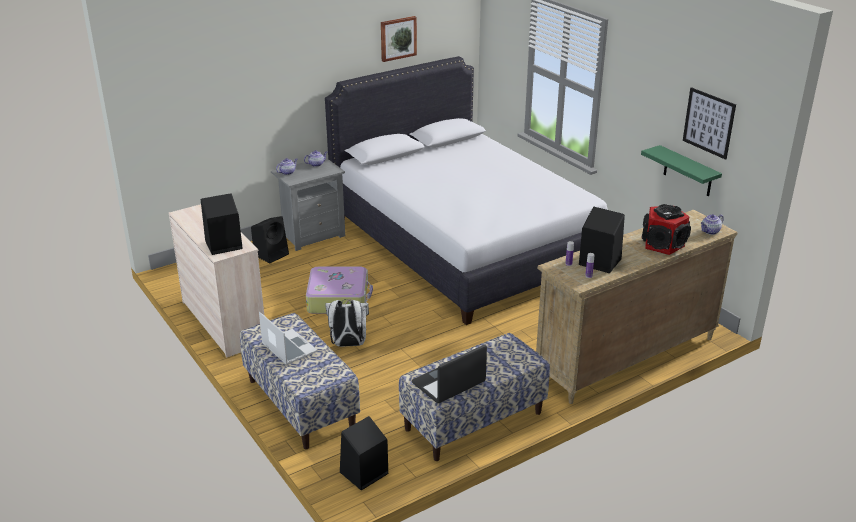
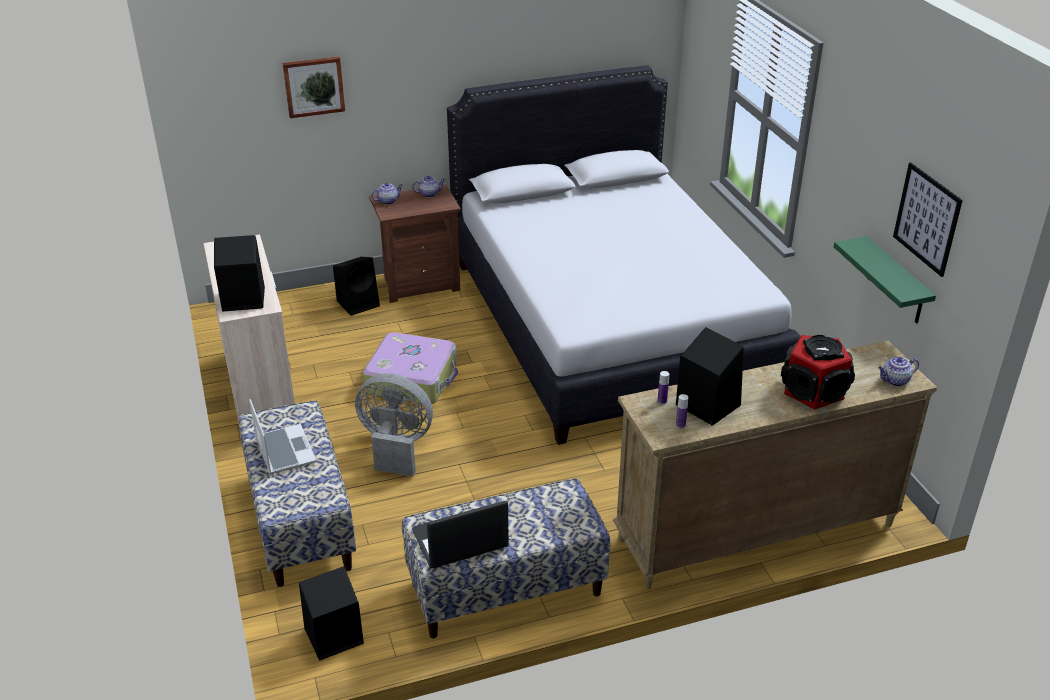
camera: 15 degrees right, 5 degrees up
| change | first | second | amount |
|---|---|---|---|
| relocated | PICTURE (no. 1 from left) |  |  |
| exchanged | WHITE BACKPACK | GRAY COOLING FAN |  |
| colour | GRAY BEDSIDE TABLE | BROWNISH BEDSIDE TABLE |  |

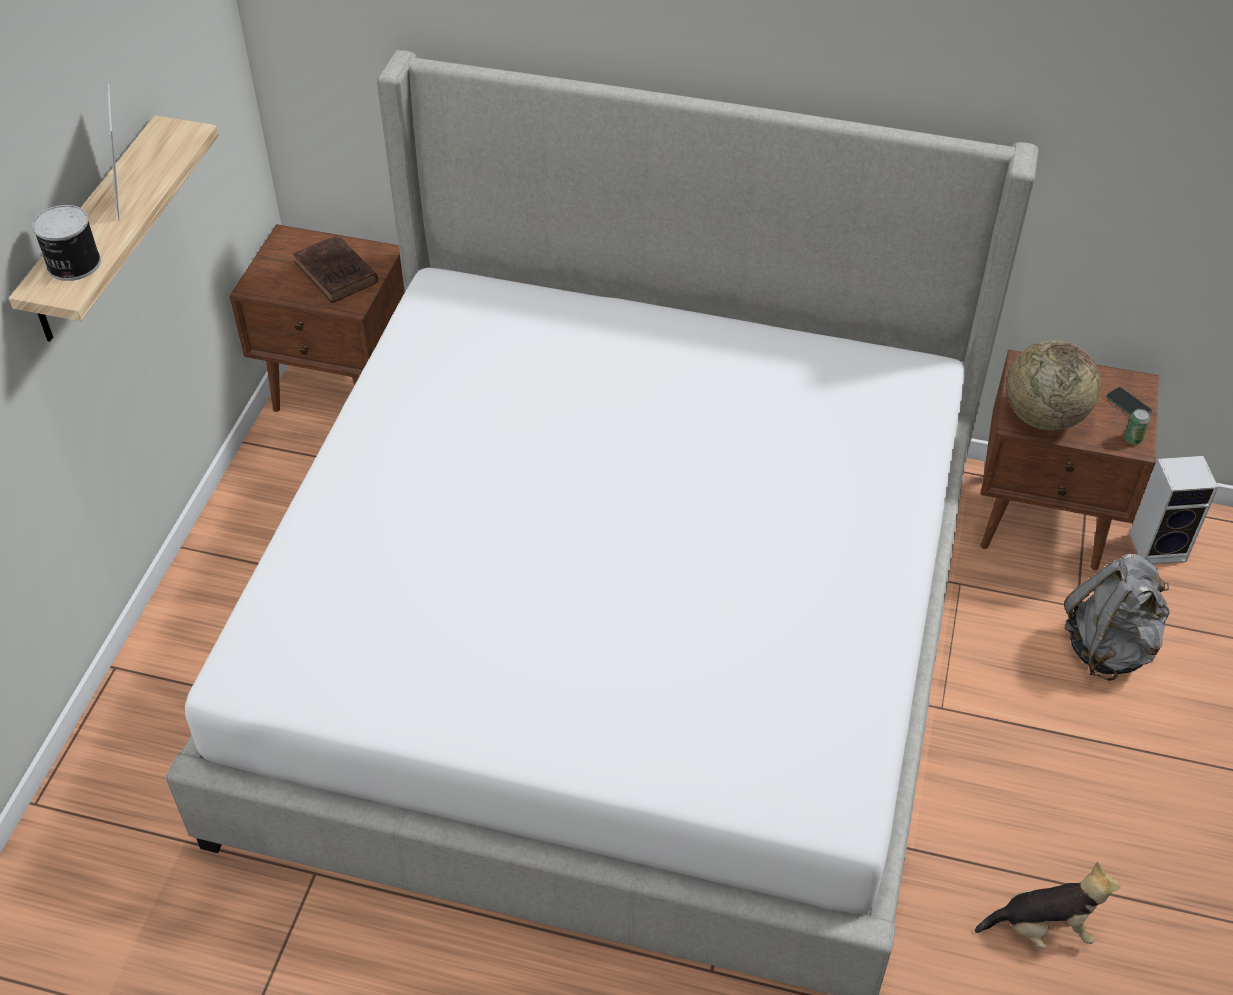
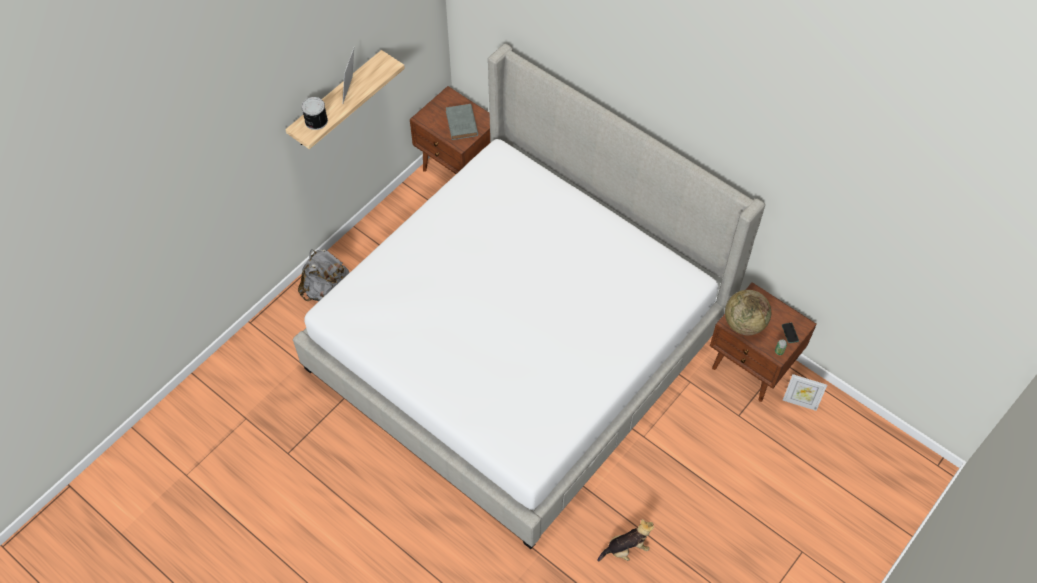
camera: 25 degrees right, 10 degrees up
| change | first | second | amount |
|---|---|---|---|
| relocated | GRAY BACKPACK |  |  |
| exchanged | LOUDSPEAKER | STANDING FRAME (no. 2 from left) |  |
| colour | BROWNISH BOOK | GRAY BOOK |  |
| spun | SOFT TOY |  | 45 degrees counterclockwise |

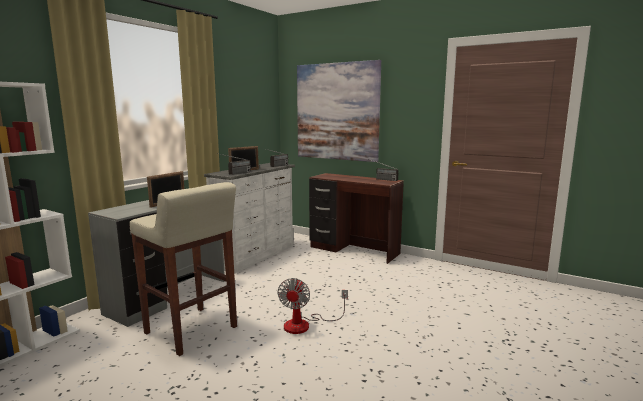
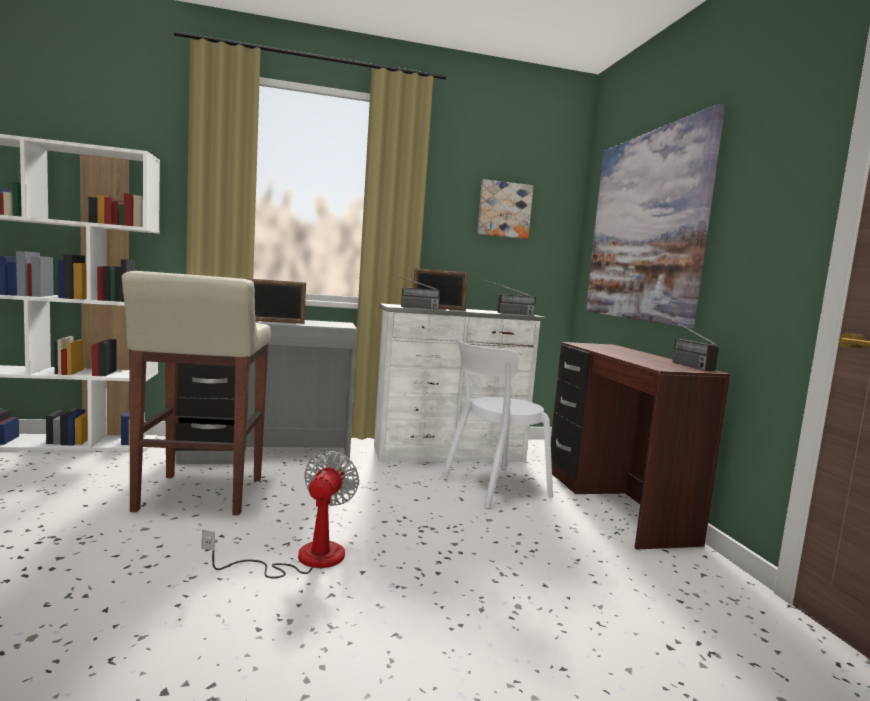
camera: 45 degrees right, 5 degrees down
| change | first | second | amount |
|---|---|---|---|
| appeared |  | WHITE PLAIN CHAIR |  |
| appeared |  | PICTURE (no. 1 from left) |  |
| spun | COOLING FAN |  | 135 degrees clockwise |

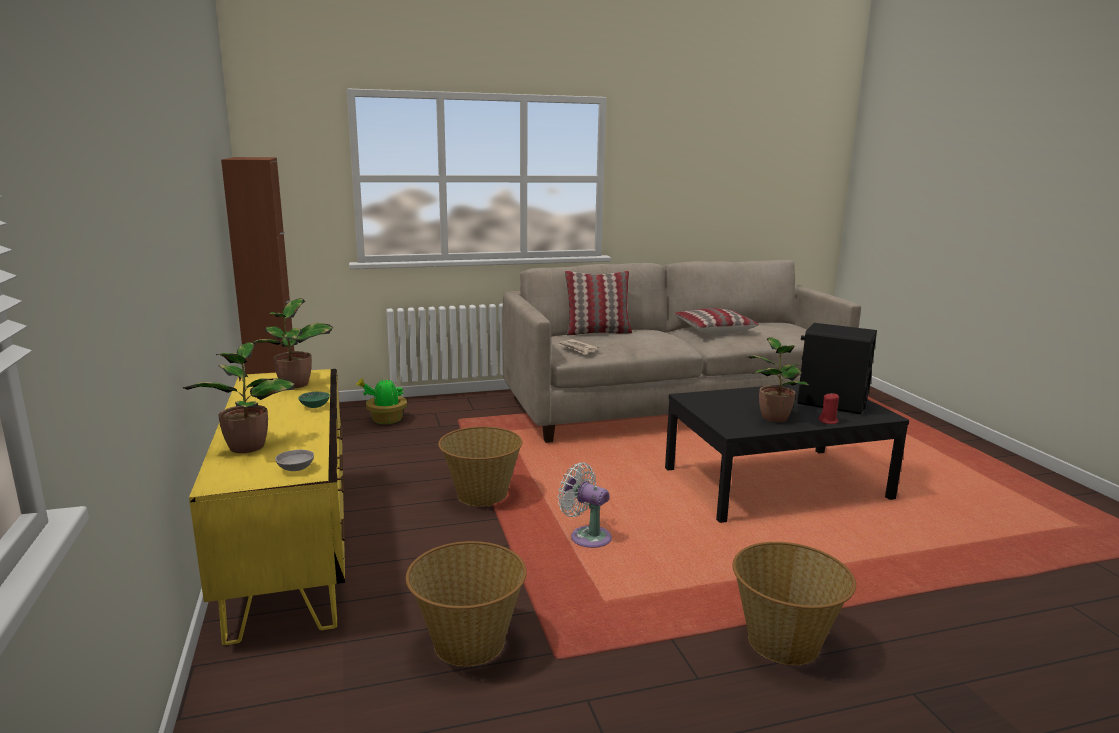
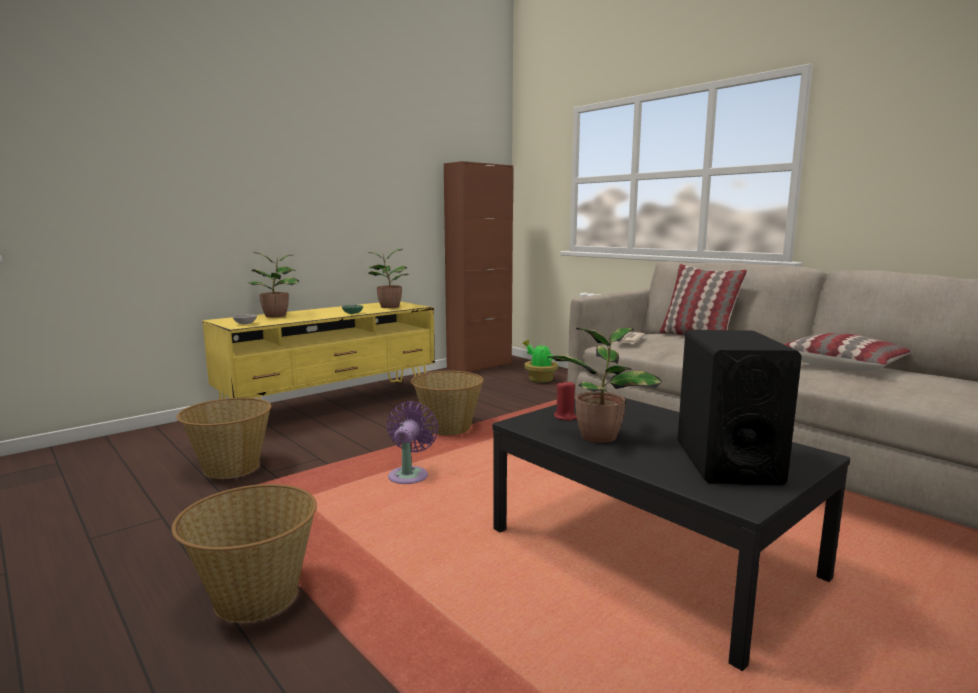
camera: 65 degrees right, 5 degrees down
| change | first | second | amount |
|---|---|---|---|
| relocated | RED-COLOURED WAX LIGHT |  |  |
| colour | WHITE COOLING FAN | PURPLISH COOLING FAN |  |

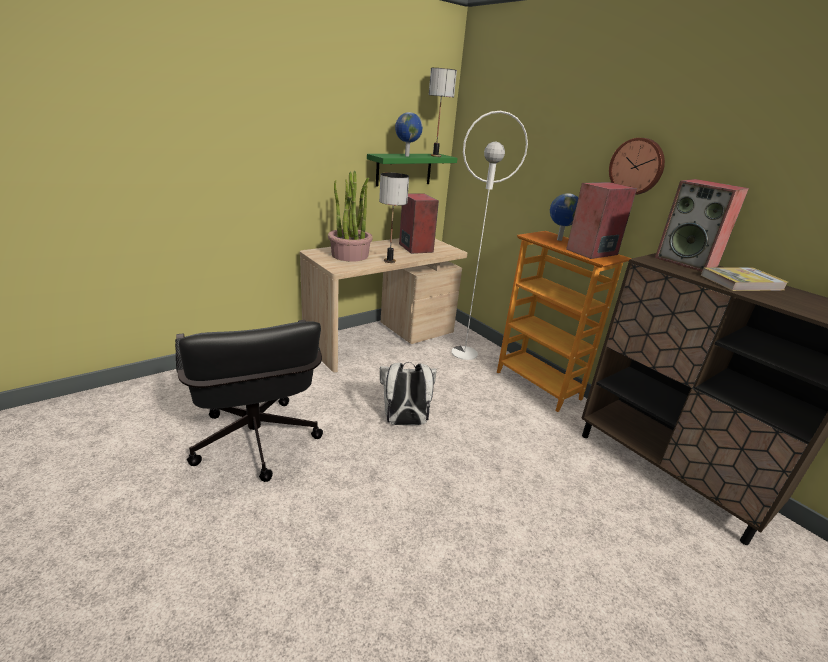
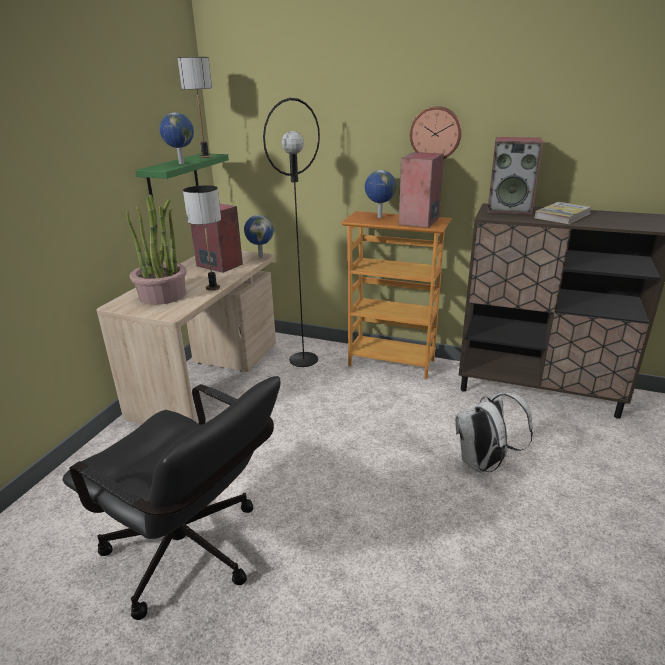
camera: 30 degrees left, 0 degrees up
| change | first | second | amount |
|---|---|---|---|
| appeared |  | GLOBE (no. 2 from left) |  |
| relocated | WHITE BACKPACK |  |  |
| colour | WHITE FLOOR LAMP | BLACK FLOOR LAMP |  |

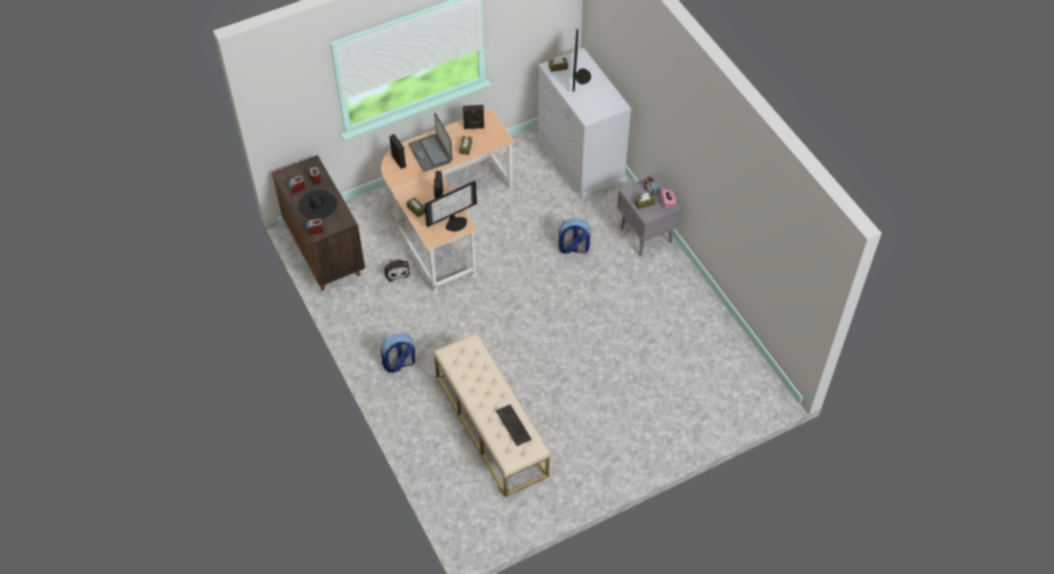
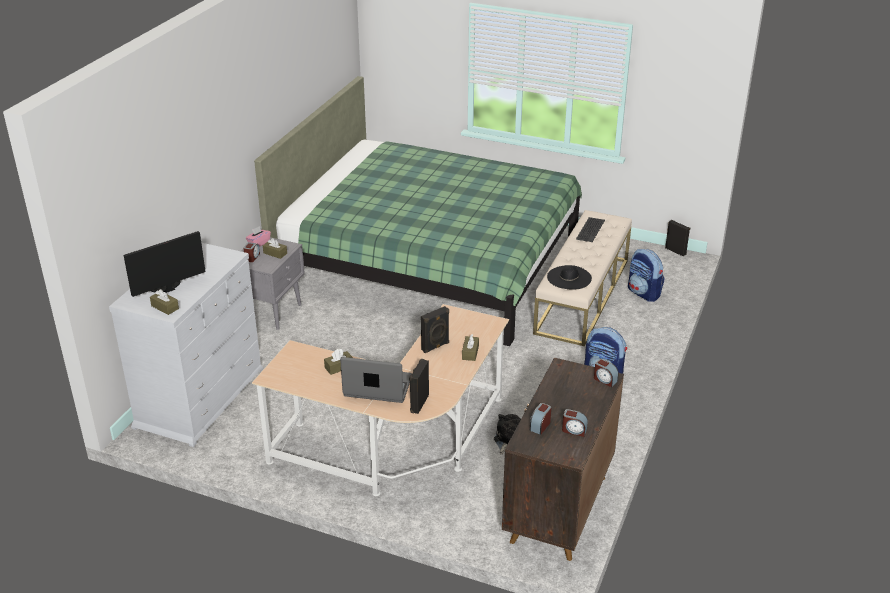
camera: 130 degrees left, 20 degrees down
| change | first | second | amount |
|---|---|---|---|
| missing | MONITOR (no. 1 from left) |  |  |
| appeared |  | GREEN-COLOURED BED |  |
| relocated | BLACK WEARABLE HAT |  |  |
| relocated | BLACK LOUDSPEAKER (no. 3 from left) |  |  |
| relocated | BACKPACK (no. 2 from left) |  |  |
| spun | PORTABLE COMPUTER |  | 105 degrees counterclockwise |

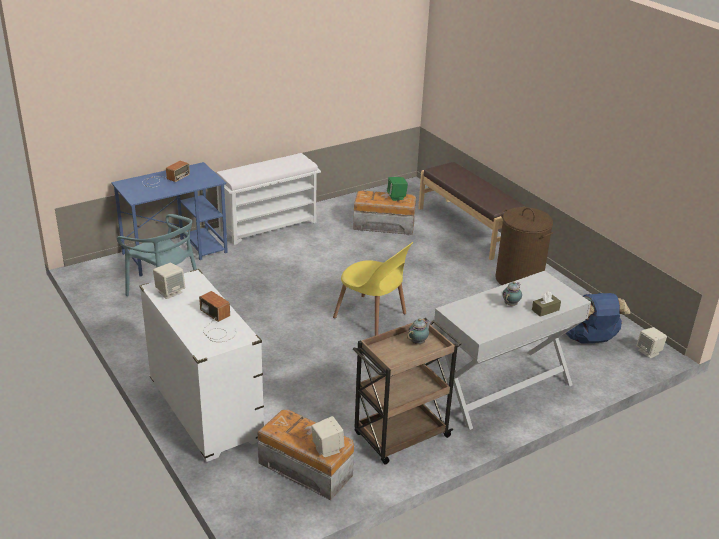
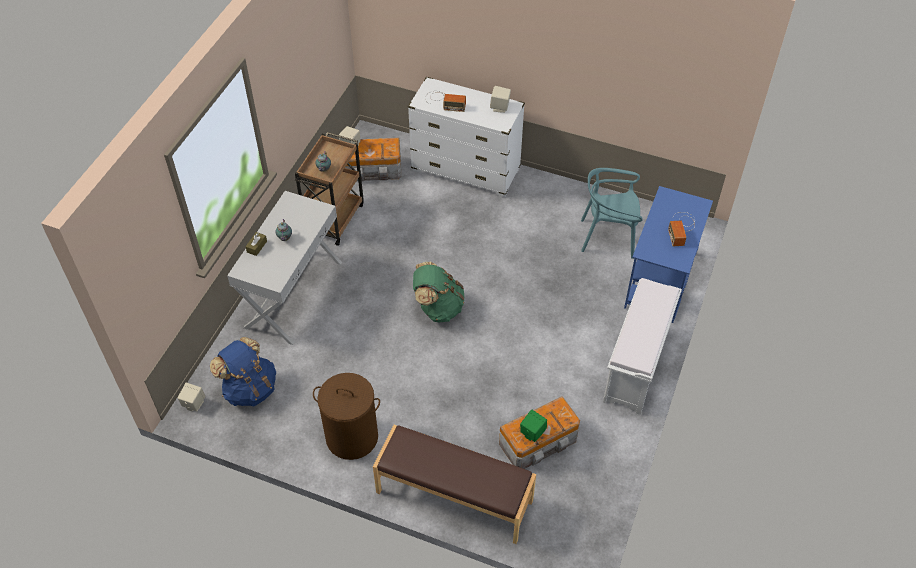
camera: 145 degrees right, 20 degrees up
| change | first | second | amount |
|---|---|---|---|
| exchanged | YELLOWISH PLAIN CHAIR | GREEN-COLOURED BACKPACK |  |

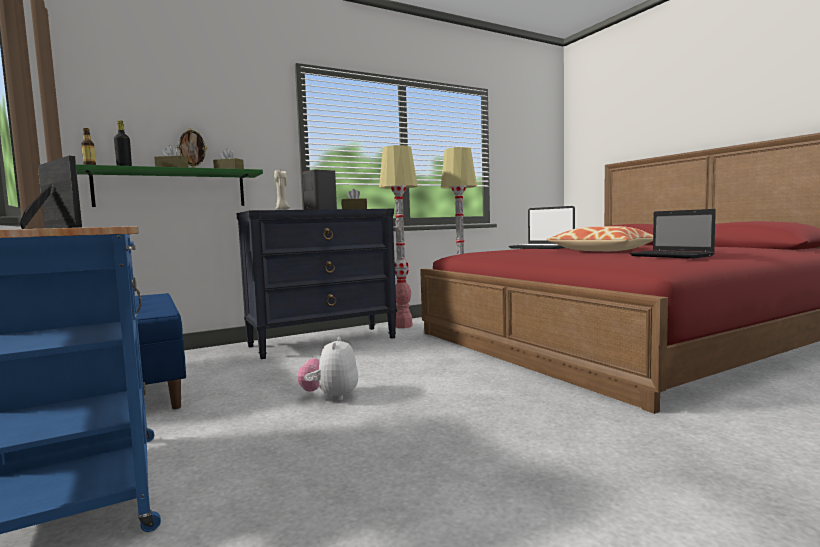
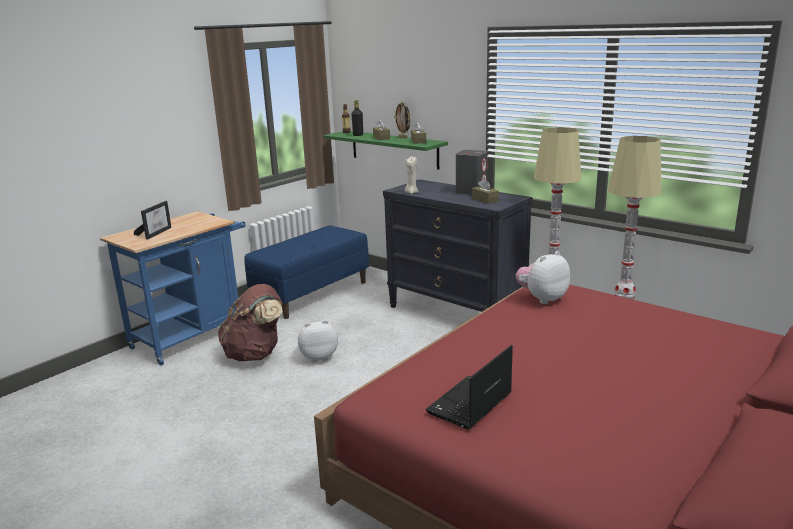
camera: 70 degrees right, 15 degrees up
| change | first | second | amount |
|---|---|---|---|
| missing | PORTABLE COMPUTER (no. 1 from left) |  |  |
| missing | THROW PILLOW |  |  |
| appeared |  | BROWNISH BACKPACK |  |
| appeared |  | SOFT TOY (no. 2 from left) |  |

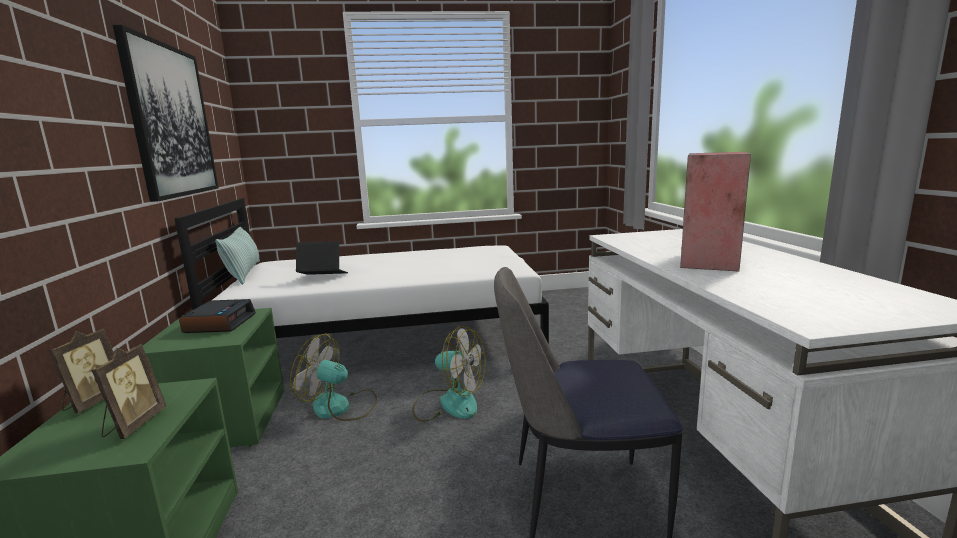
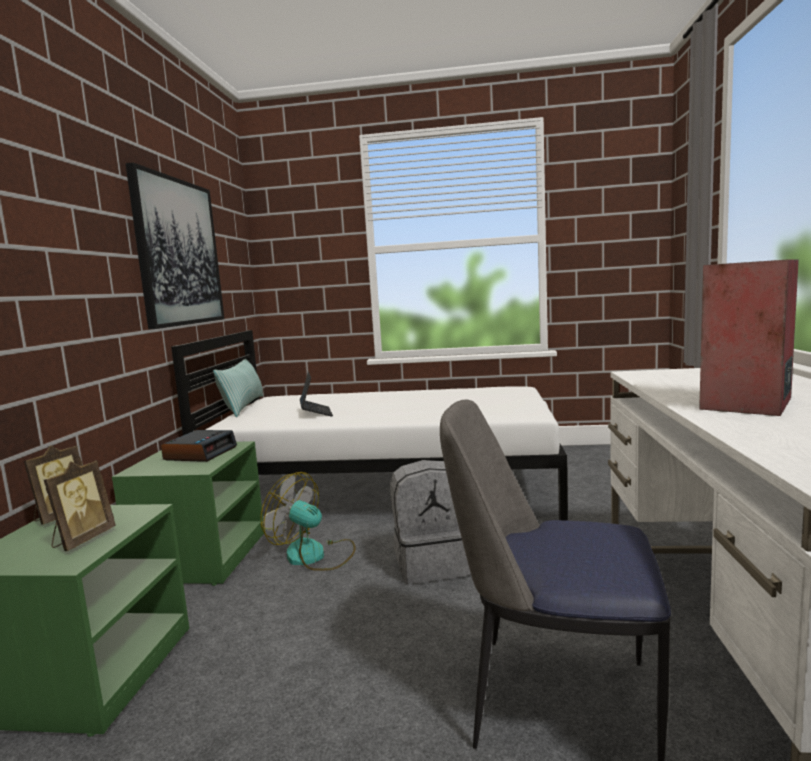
camera: 15 degrees right, 5 degrees down
| change | first | second | amount |
|---|---|---|---|
| exchanged | COOLING FAN (no. 2 from left) | GRAY BACKPACK |  |
| spun | PORTABLE COMPUTER |  | 60 degrees clockwise |

